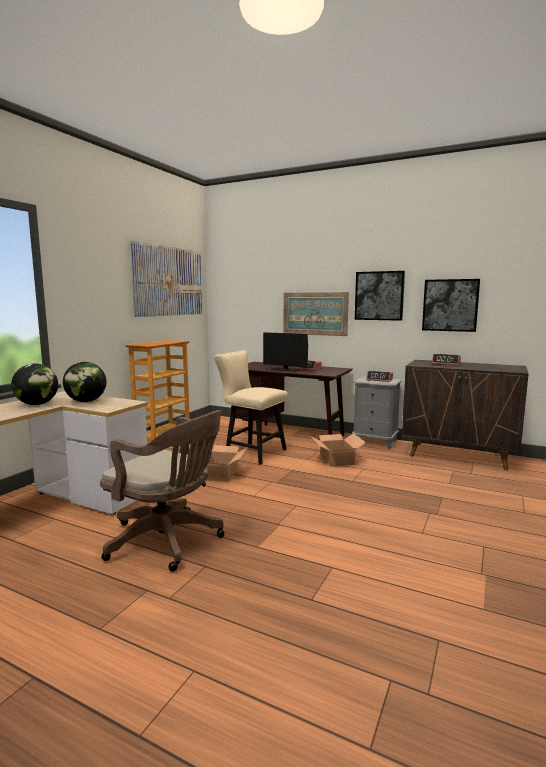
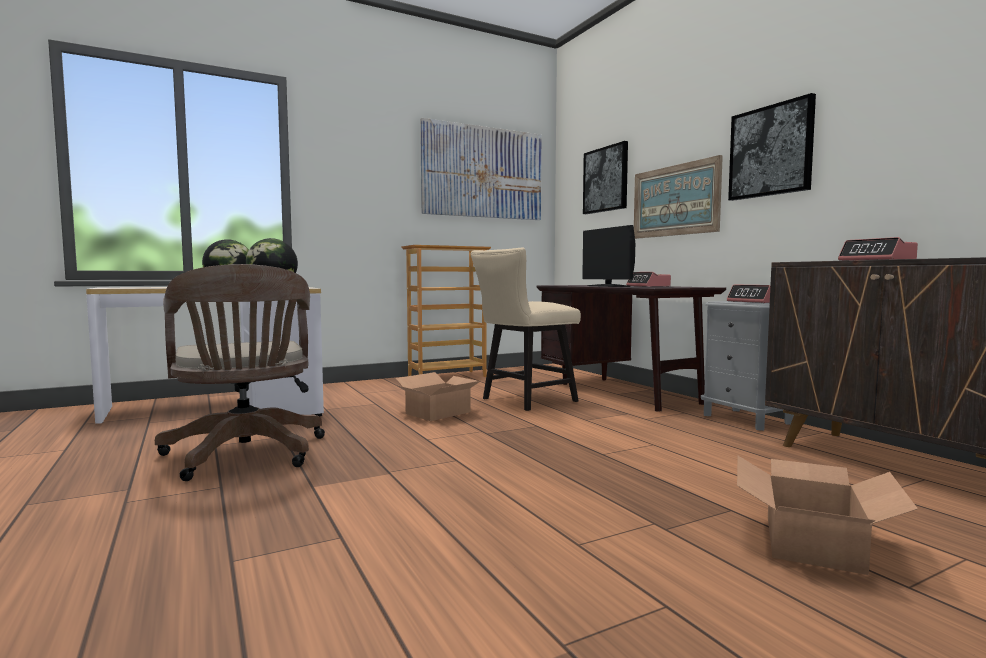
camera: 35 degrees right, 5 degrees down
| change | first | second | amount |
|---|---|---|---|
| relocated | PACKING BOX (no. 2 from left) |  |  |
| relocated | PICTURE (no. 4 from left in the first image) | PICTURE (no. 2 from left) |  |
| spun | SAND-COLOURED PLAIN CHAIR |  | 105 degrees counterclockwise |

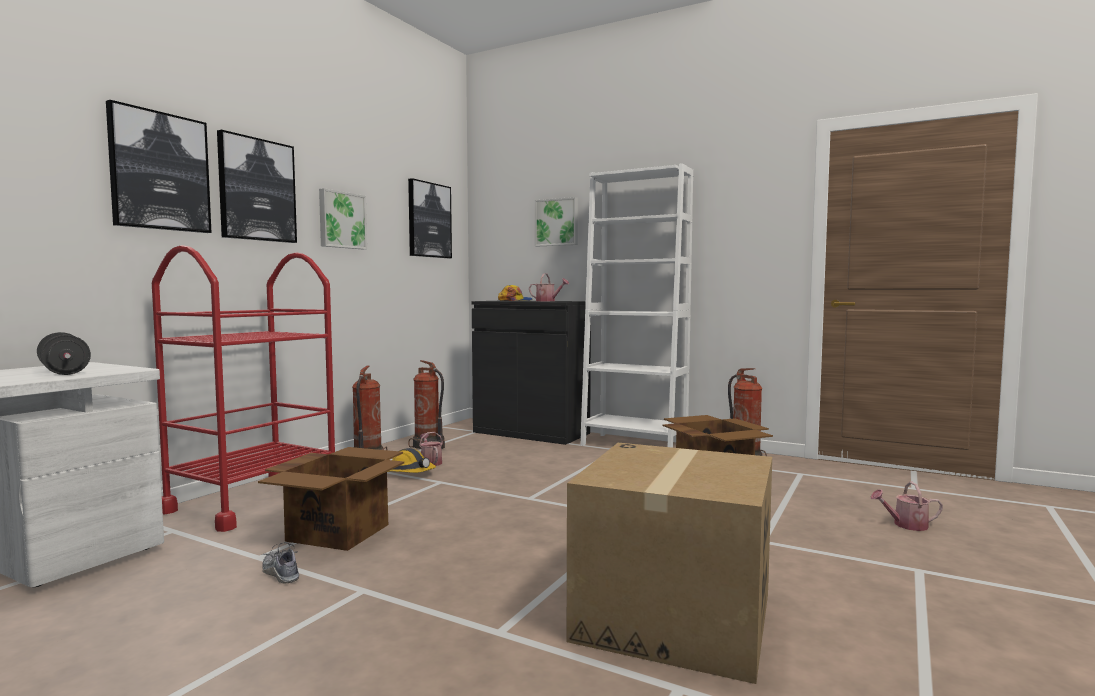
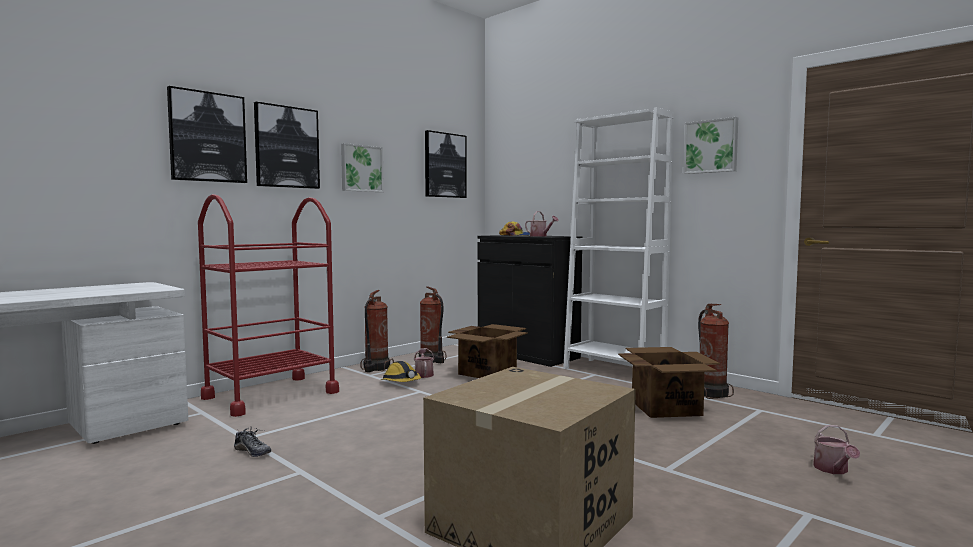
camera: 15 degrees right, 0 degrees up
| change | first | second | amount |
|---|---|---|---|
| missing | BLACK HAND WEIGHT |  |  |
| relocated | PACKING BOX (no. 1 from left) |  |  |
| relocated | PICTURE (no. 5 from left) |  |  |
| spun | SHOE |  | 150 degrees clockwise |
| spun | WATERING POT (no. 3 from left) |  | 105 degrees counterclockwise |

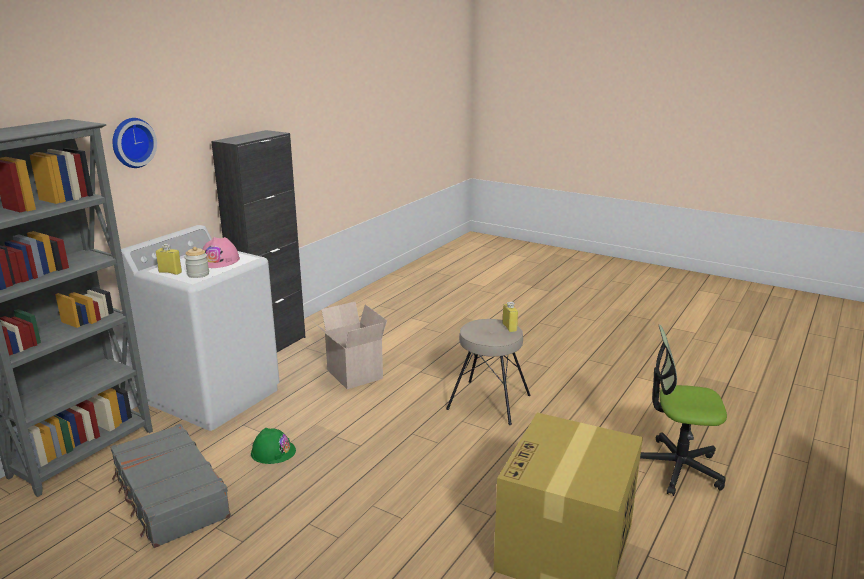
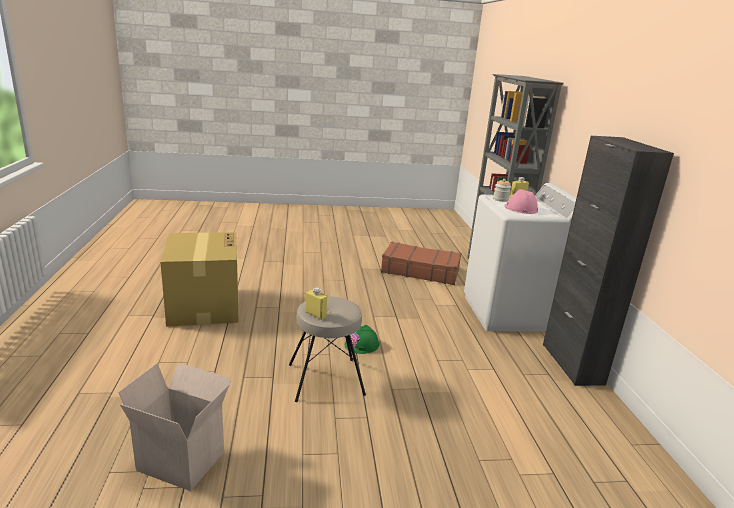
camera: 140 degrees right, 0 degrees up
| change | first | second | amount |
|---|---|---|---|
| missing | CLOCK ON THE WALL |  |  |
| missing | DESK CHAIR |  |  |
| relocated | GREEN-COLOURED WORK HELMET |  |  |
| relocated | PACKING BOX (no. 1 from left) |  |  |
| colour | GRAY SUITCASE | BROWNISH SUITCASE |  |

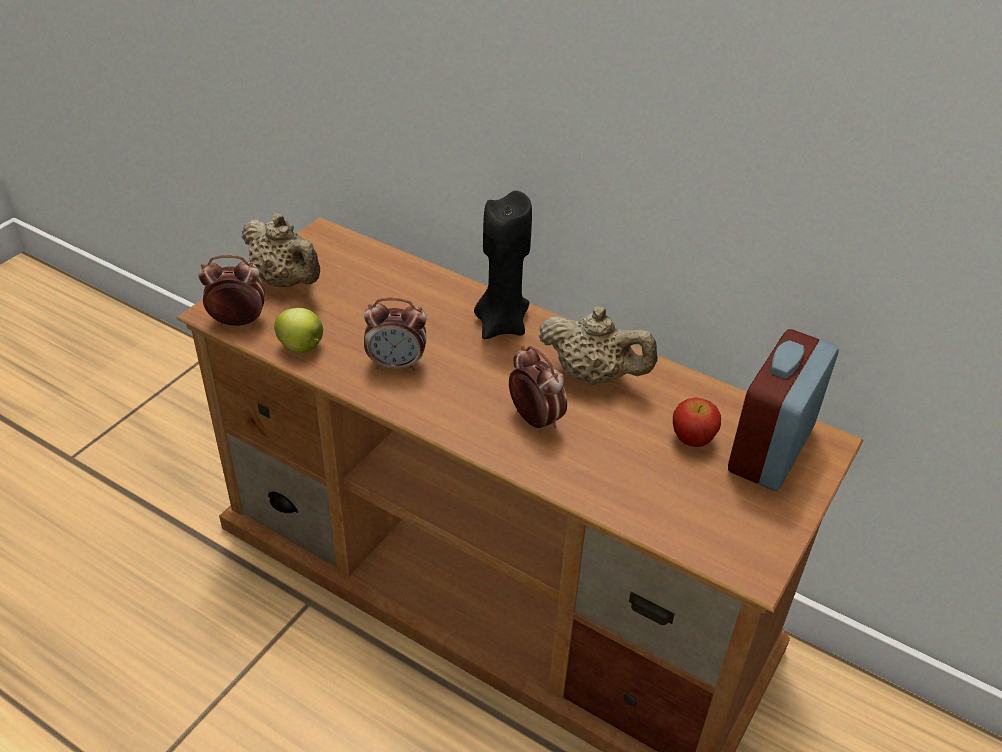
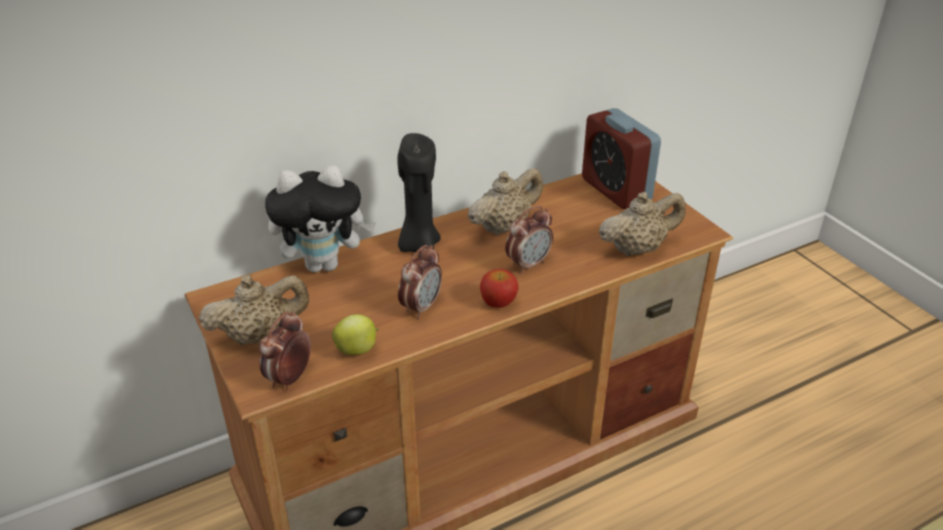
camera: 60 degrees left, 5 degrees down
| change | first | second | amount |
|---|---|---|---|
| appeared |  | SOFT TOY |  |
| appeared |  | SAND-COLOURED POT FOR TEA (no. 3 from left) |  |
| relocated | APPLE FRUIT (no. 2 from left) |  |  |
| spun | ALARM CLOCK (no. 3 from left) |  | 150 degrees clockwise |

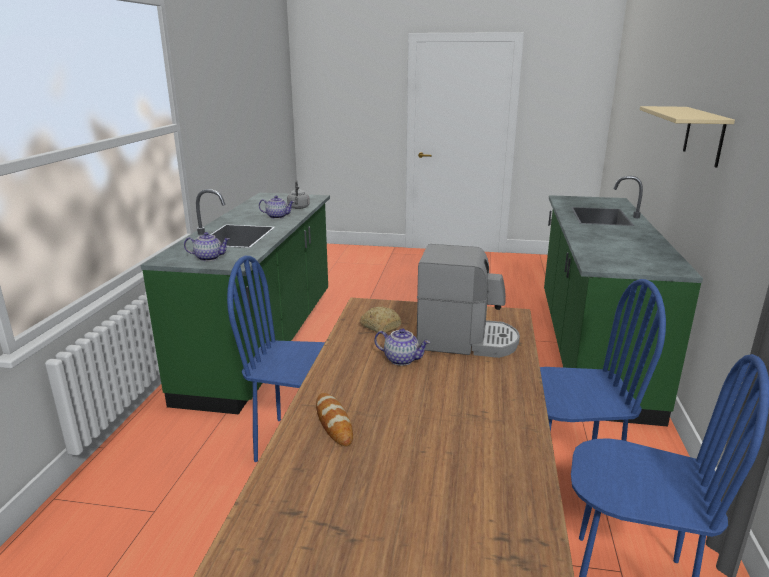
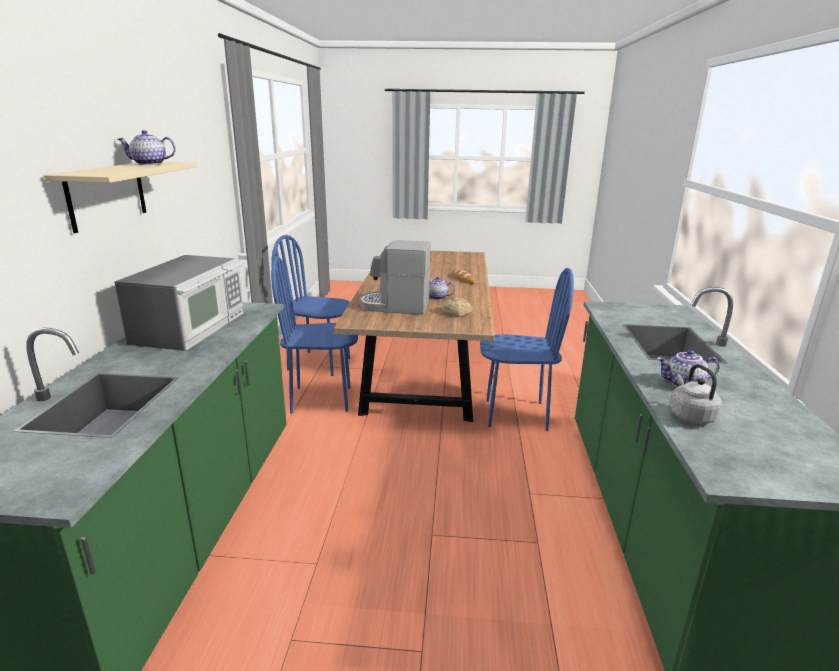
camera: 175 degrees right, 0 degrees up
| change | first | second | amount |
|---|---|---|---|
| appeared |  | MICROWAVE |  |
| relocated | POT FOR TEA (no. 1 from left) |  |  |

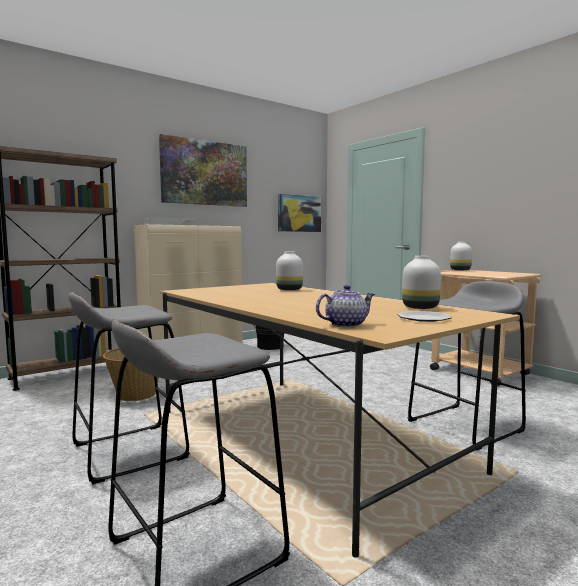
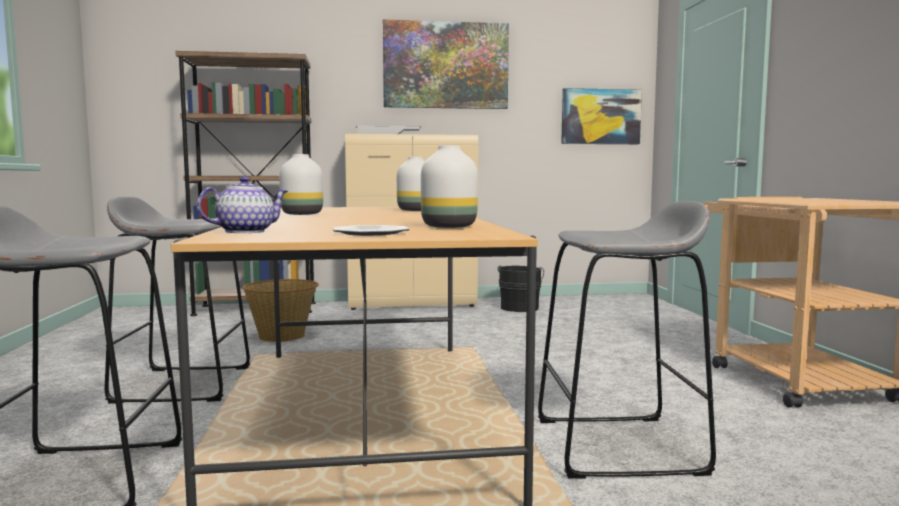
camera: 30 degrees right, 0 degrees up
| change | first | second | amount |
|---|---|---|---|
| relocated | WHITE FLOWER VASE (no. 3 from left in the first image) | WHITE FLOWER VASE (no. 1 from left) |  |
| spun | POT FOR TEA |  | 45 degrees counterclockwise |

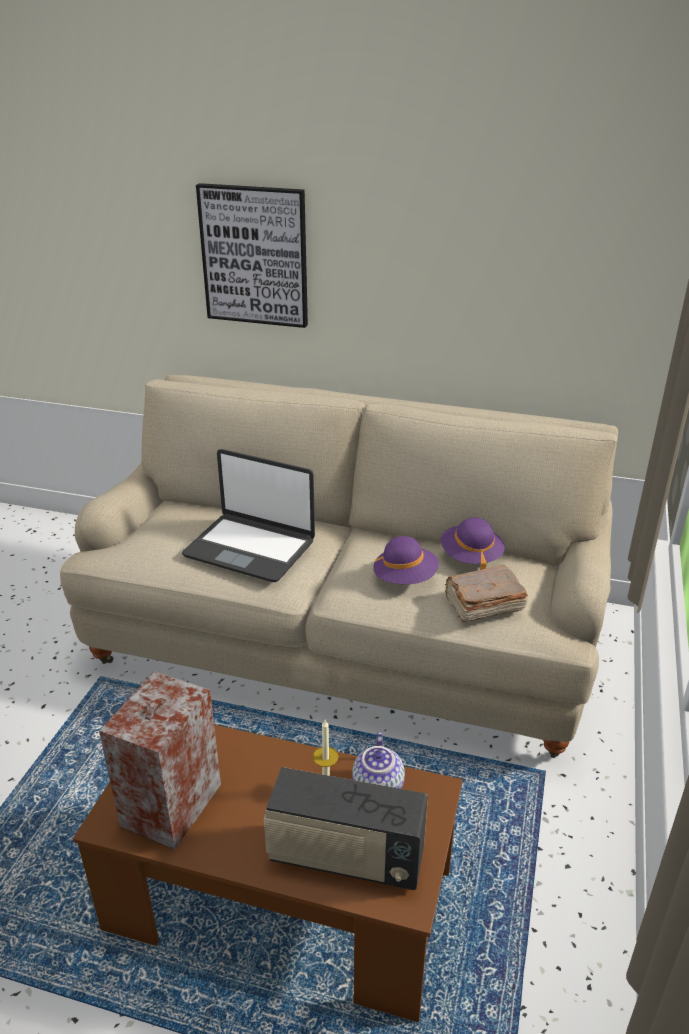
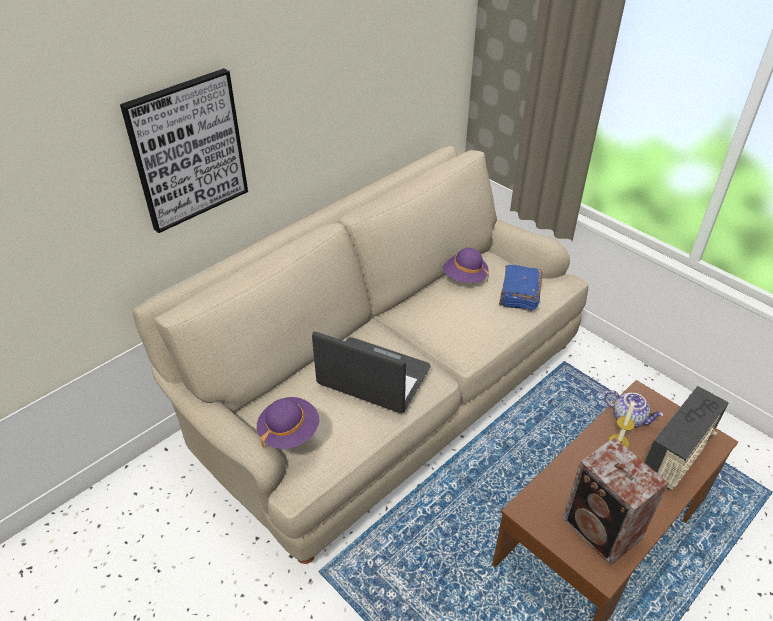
camera: 60 degrees left, 10 degrees up
| change | first | second | amount |
|---|---|---|---|
| relocated | PURPLISH WEARABLE HAT (no. 1 from left) |  |  |
| colour | BROWNISH BOOK | BLUE BOOK |  |
| spun | PORTABLE COMPUTER |  | 120 degrees counterclockwise |

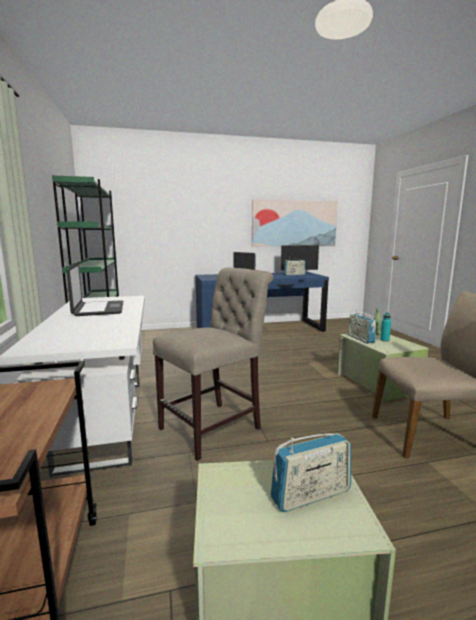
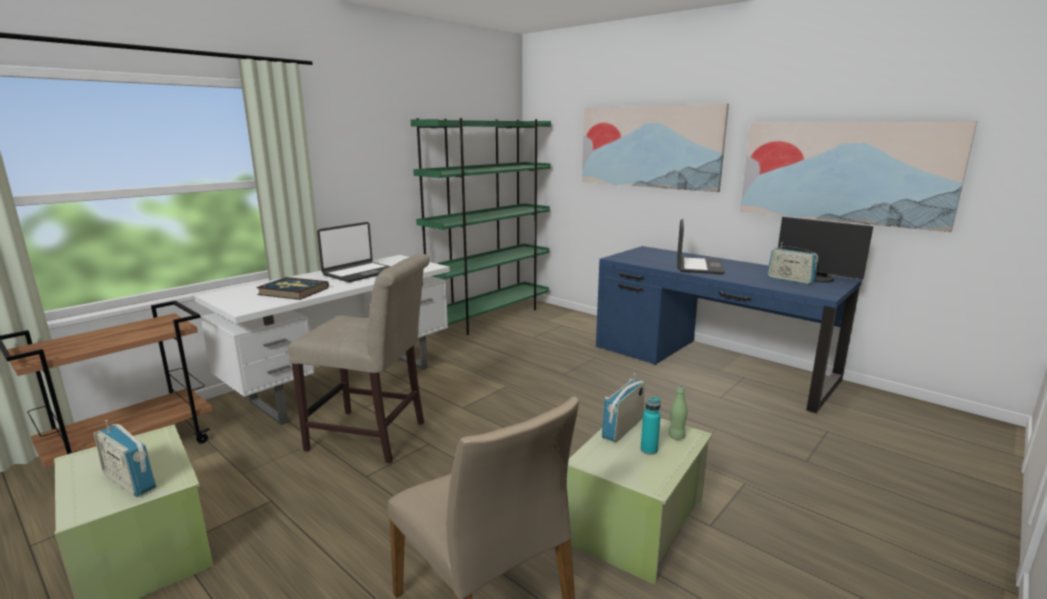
camera: 55 degrees right, 5 degrees up
| change | first | second | amount |
|---|---|---|---|
| appeared |  | BOOK |  |
| appeared |  | PICTURE (no. 1 from left) |  |

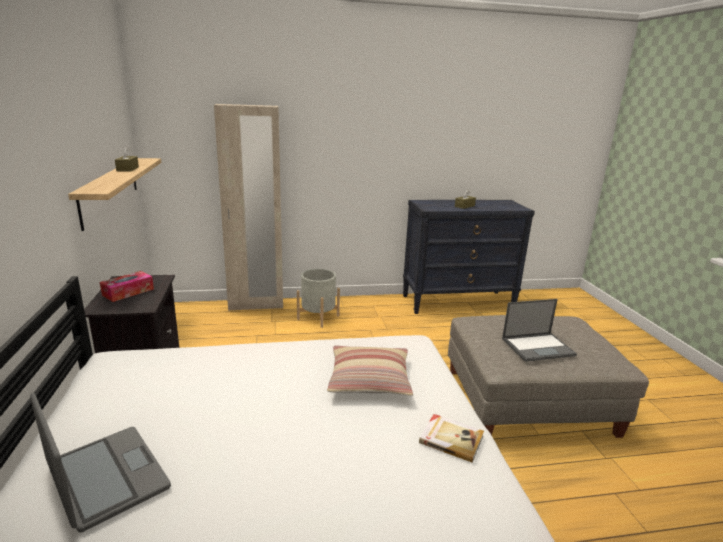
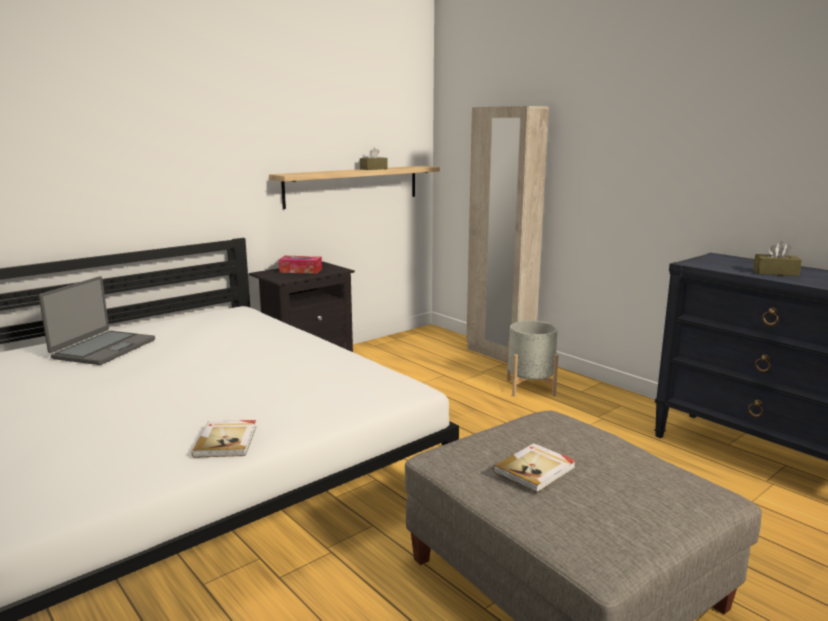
camera: 60 degrees right, 5 degrees down
| change | first | second | amount |
|---|---|---|---|
| missing | THROW PILLOW |  |  |
| exchanged | PORTABLE COMPUTER (no. 2 from left) | BOOK (no. 2 from left) |  |

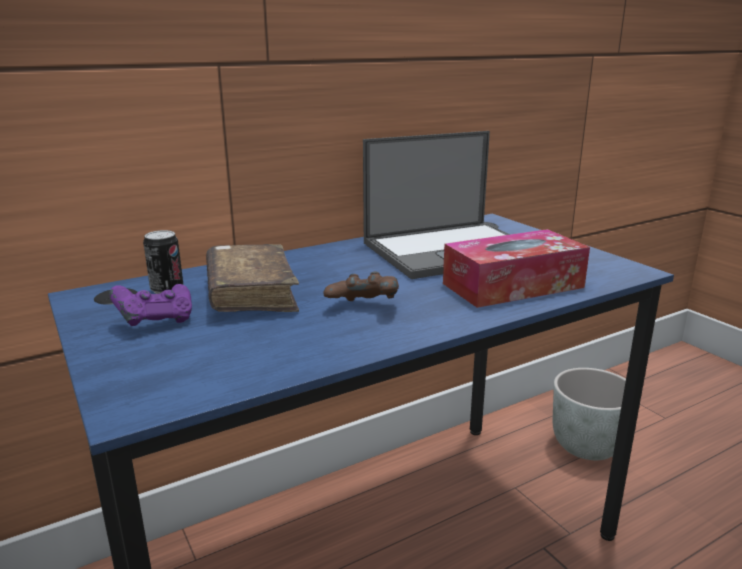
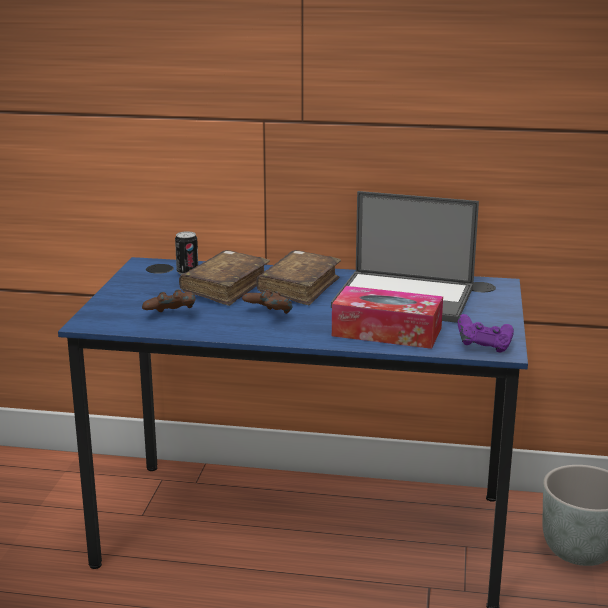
camera: 40 degrees right, 0 degrees up
| change | first | second | amount |
|---|---|---|---|
| appeared |  | BROWNISH GAMEPAD (no. 1 from left) |  |
| appeared |  | BROWNISH BOOK (no. 2 from left) |  |
| relocated | PURPLISH GAMEPAD |  |  |

